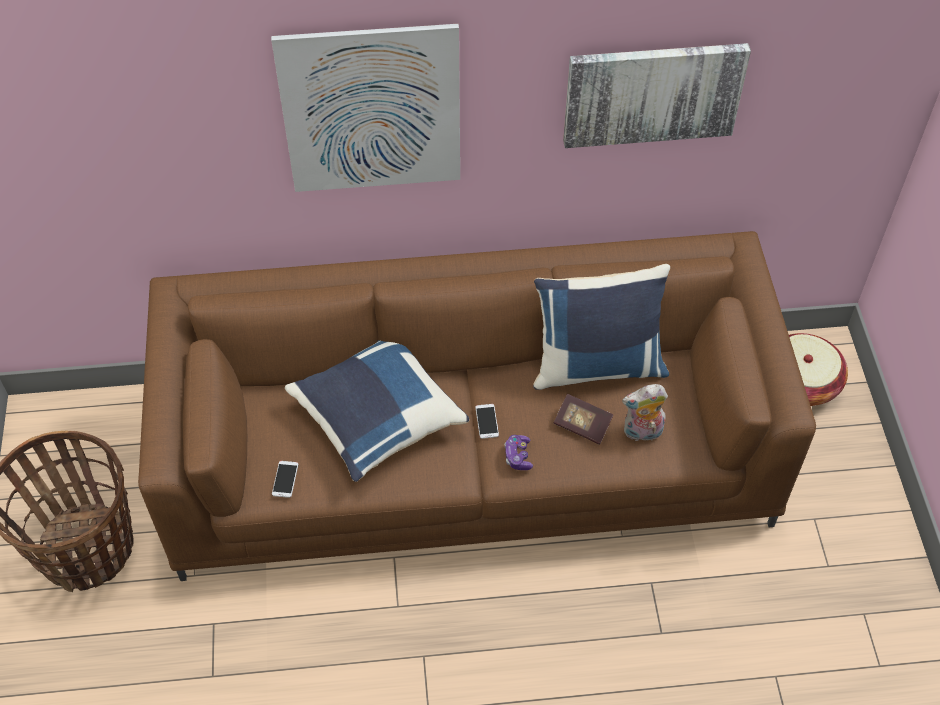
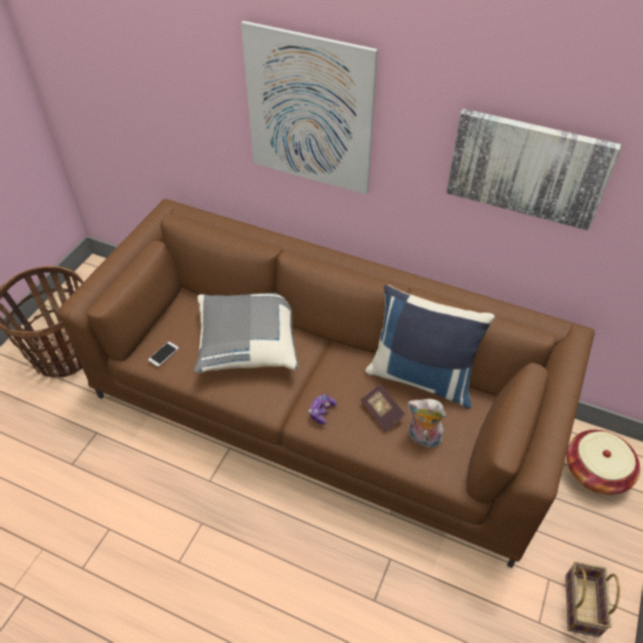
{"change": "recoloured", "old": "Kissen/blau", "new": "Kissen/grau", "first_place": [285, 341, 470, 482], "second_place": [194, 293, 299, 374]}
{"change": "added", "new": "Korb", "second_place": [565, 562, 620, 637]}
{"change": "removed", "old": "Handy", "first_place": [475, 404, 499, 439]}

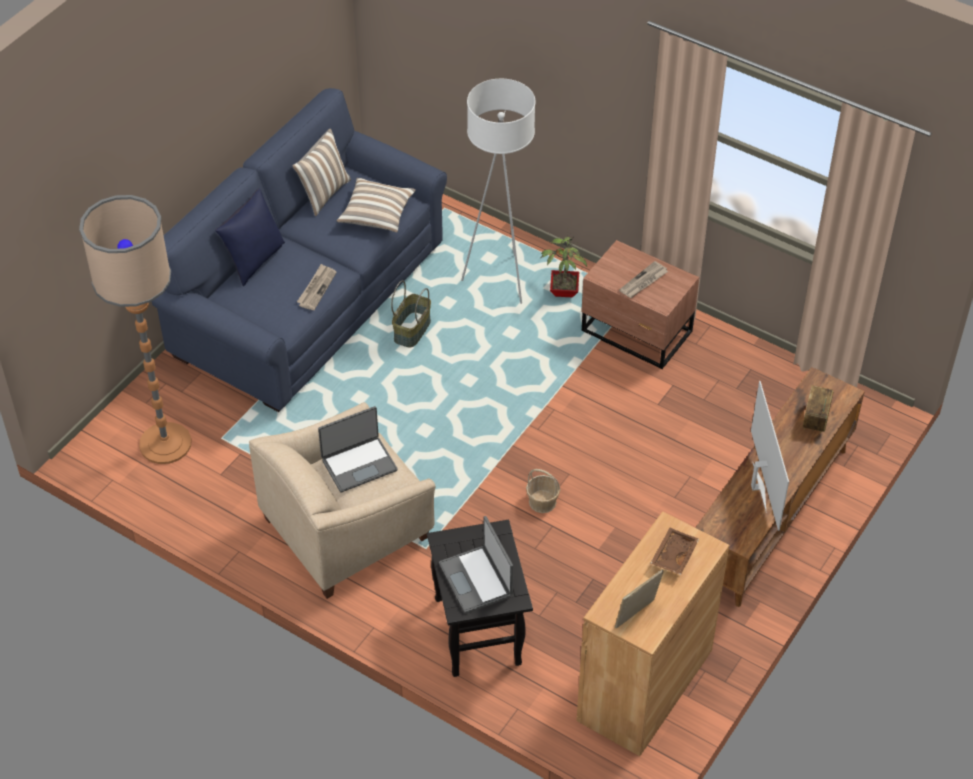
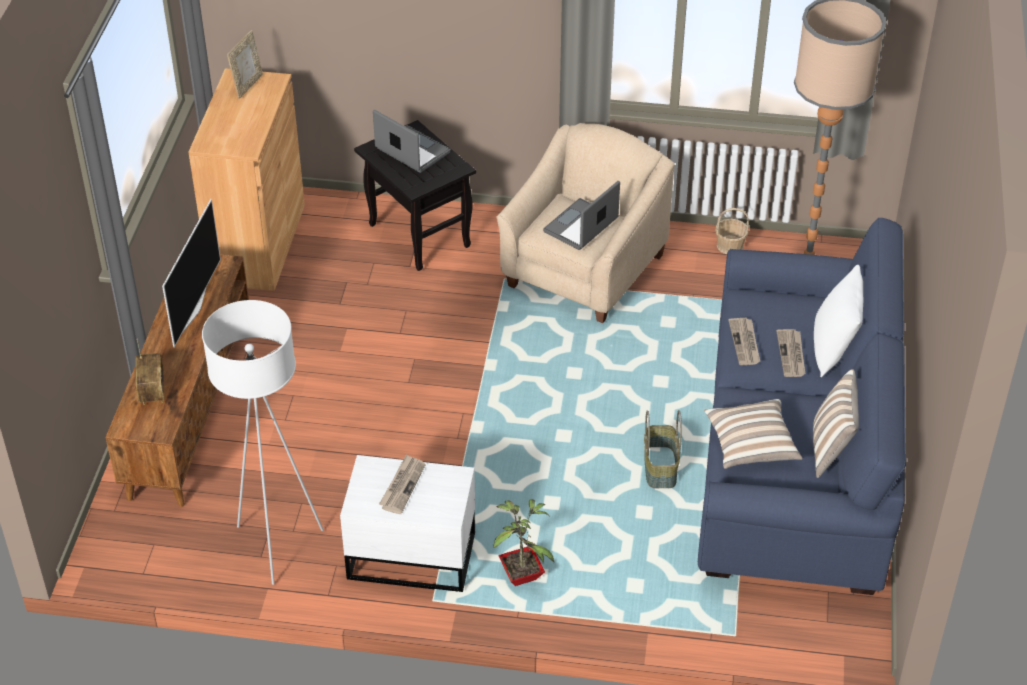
{"change": "turned", "old": "Fernseher", "first_place": [751, 381, 789, 531], "second_place": [162, 199, 221, 347], "degrees": -135}
{"change": "moved", "old": "Stehlampe/weiß", "first_place": [461, 79, 536, 304], "second_place": [202, 300, 324, 585]}
{"change": "recoloured", "old": "Nachttisch/braun", "new": "Nachttisch/weiß", "first_place": [581, 240, 699, 369], "second_place": [340, 455, 475, 592]}
{"change": "moved", "old": "Korb", "first_place": [526, 469, 560, 513], "second_place": [715, 208, 749, 254]}
{"change": "added", "new": "Zeitung", "second_place": [776, 329, 806, 377]}
{"change": "recoloured", "old": "Kissen/blau", "new": "Kissen/weiß", "first_place": [215, 188, 285, 286], "second_place": [814, 265, 863, 377]}
{"change": "removed", "old": "Tablett/braun", "first_place": [650, 528, 699, 575]}

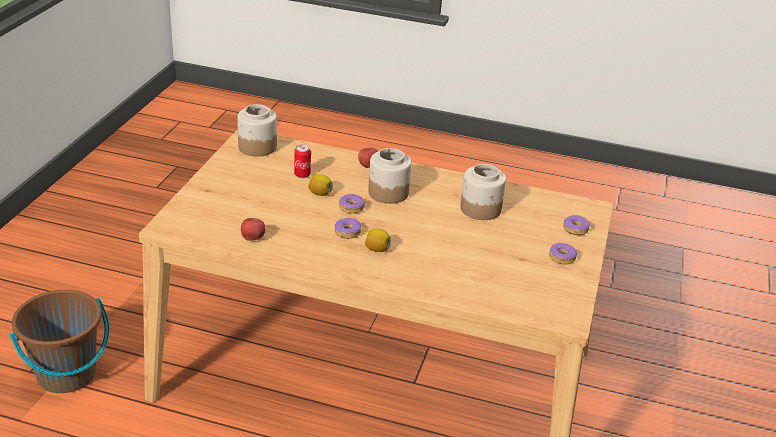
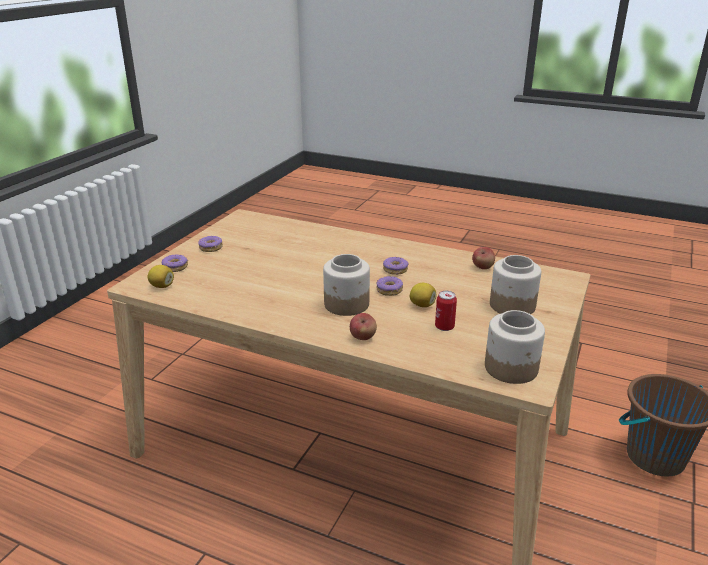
{"change": "moved", "old": "Zitrone", "first_place": [365, 228, 391, 252], "second_place": [147, 265, 174, 288]}
{"change": "moved", "old": "Vorratsglas", "first_place": [460, 164, 506, 220], "second_place": [490, 255, 541, 314]}

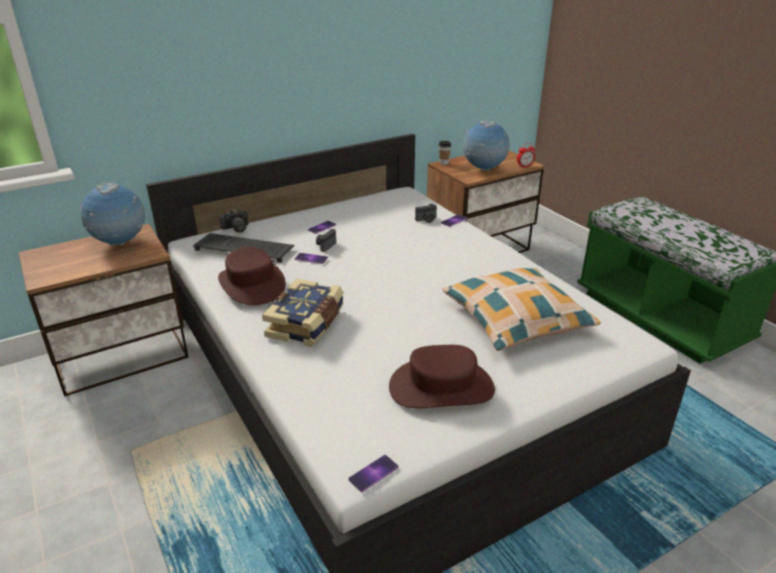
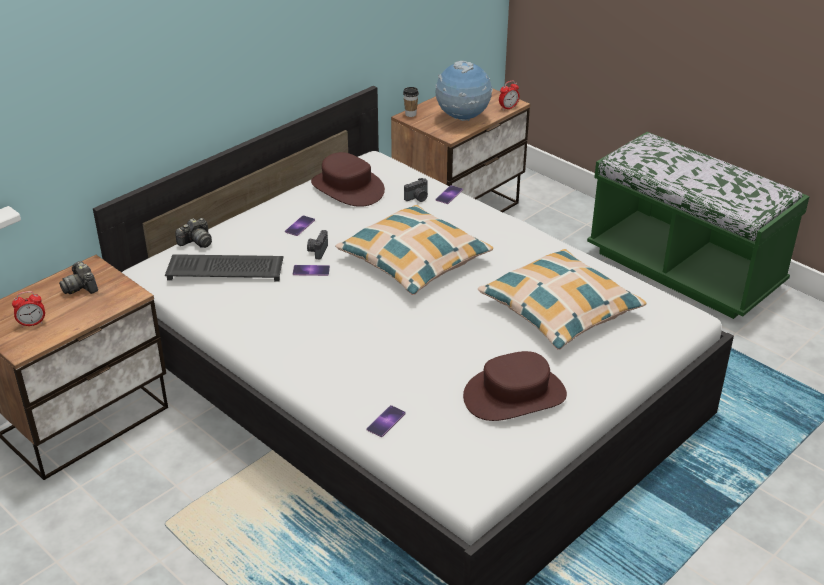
{"change": "added", "new": "Wecker", "second_place": [12, 291, 45, 328]}
{"change": "replaced", "old": "Globus", "new": "Kamera", "first_place": [80, 183, 145, 246], "second_place": [59, 261, 98, 294]}
{"change": "moved", "old": "Hut/braun", "first_place": [218, 247, 286, 305], "second_place": [311, 152, 385, 207]}
{"change": "added", "new": "Kissen", "second_place": [335, 205, 493, 295]}
{"change": "moved", "old": "Handy", "first_place": [348, 455, 399, 492], "second_place": [367, 405, 406, 437]}
{"change": "removed", "old": "Buch", "first_place": [262, 278, 344, 347]}

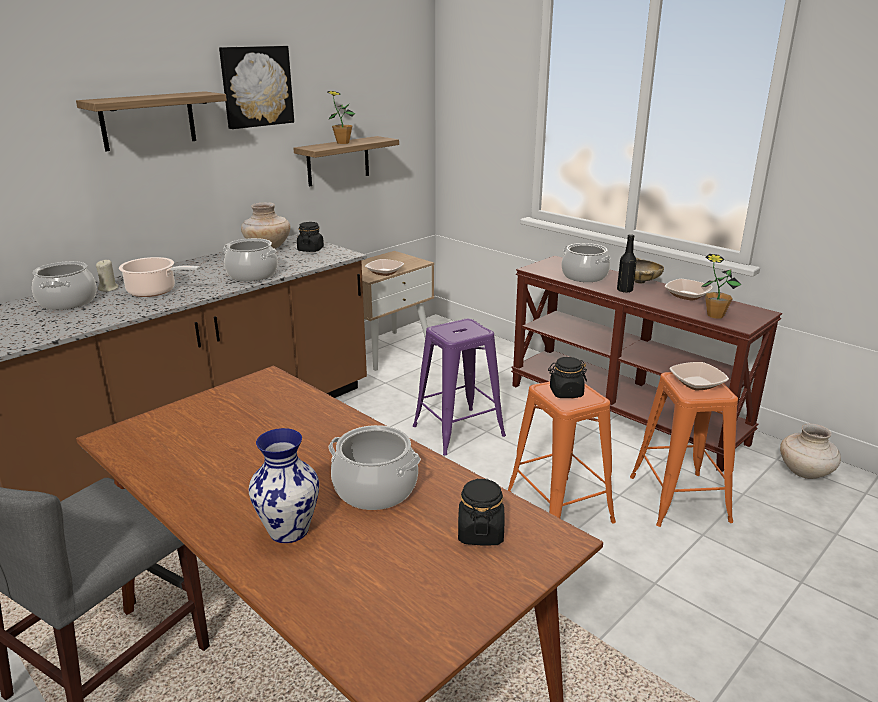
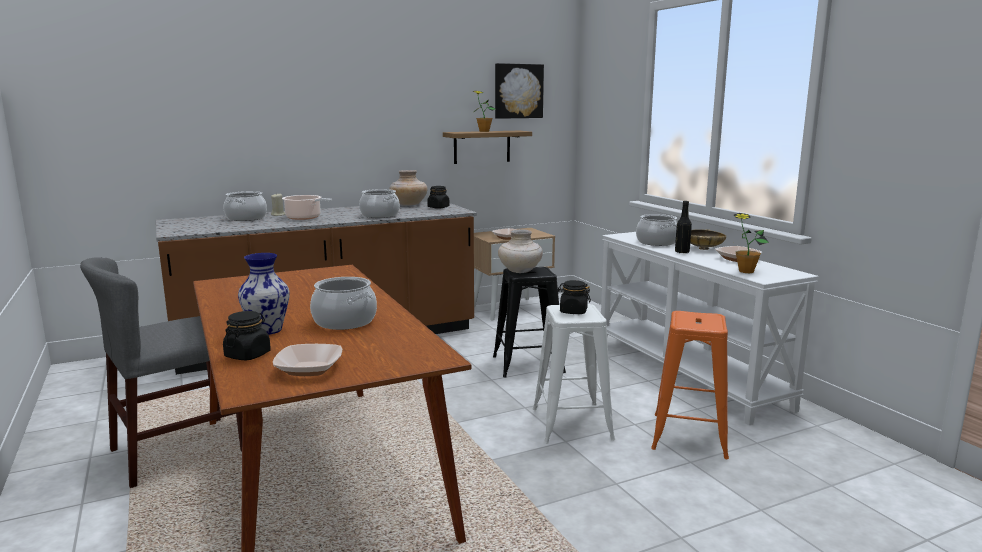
{"change": "moved", "old": "Vorratsglas/schwarz", "first_place": [458, 478, 504, 546], "second_place": [223, 311, 271, 360]}
{"change": "moved", "old": "Schüssel", "first_place": [670, 362, 729, 390], "second_place": [273, 344, 342, 376]}
{"change": "recoloured", "old": "Hocker/lila", "new": "Hocker/schwarz", "first_place": [413, 319, 506, 455], "second_place": [493, 267, 566, 377]}
{"change": "moved", "old": "Bild", "first_place": [219, 46, 294, 129], "second_place": [495, 63, 544, 119]}
{"change": "moved", "old": "Vase/beige", "first_place": [780, 424, 841, 479], "second_place": [498, 229, 543, 273]}
{"change": "recoloured", "old": "Hocker/orange", "new": "Hocker/weiß", "first_place": [508, 381, 616, 524], "second_place": [533, 304, 615, 444]}
{"change": "recoloured", "old": "Konsolentisch/braun", "new": "Konsolentisch/weiß", "first_place": [511, 256, 782, 472], "second_place": [601, 232, 819, 425]}
{"change": "removed", "old": "Wandregal", "first_place": [76, 91, 227, 151]}

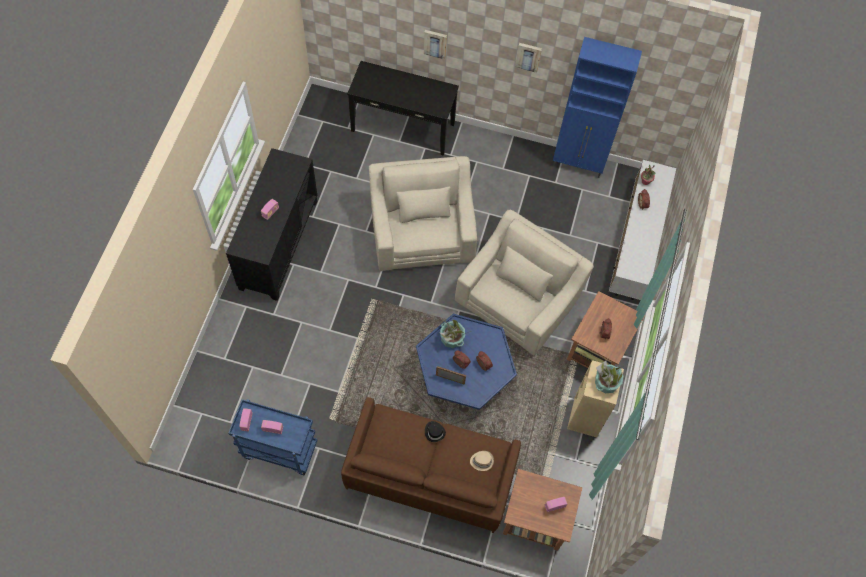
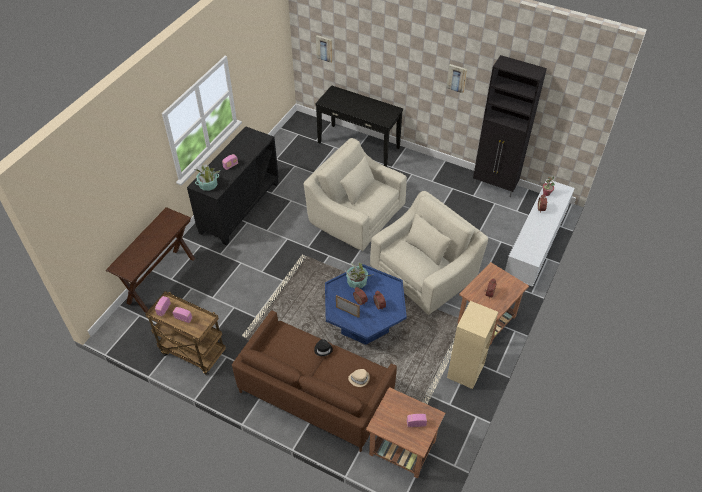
{"change": "added", "new": "Konsolentisch/braun", "second_place": [106, 207, 195, 313]}
{"change": "recoloured", "old": "Rollwagen/blau", "new": "Rollwagen/braun", "first_place": [228, 399, 317, 475], "second_place": [145, 291, 226, 376]}
{"change": "moved", "old": "Topfpflanze", "first_place": [595, 361, 623, 393], "second_place": [195, 164, 220, 191]}
{"change": "turned", "old": "Sessel/beige", "first_place": [369, 156, 477, 271], "second_place": [304, 138, 407, 251], "degrees": -60}
{"change": "moved", "old": "Bild", "first_place": [424, 30, 447, 60], "second_place": [316, 35, 333, 63]}
{"change": "recoloured", "old": "Schrank/blau", "new": "Schrank/schwarz", "first_place": [553, 37, 642, 178], "second_place": [473, 55, 547, 197]}

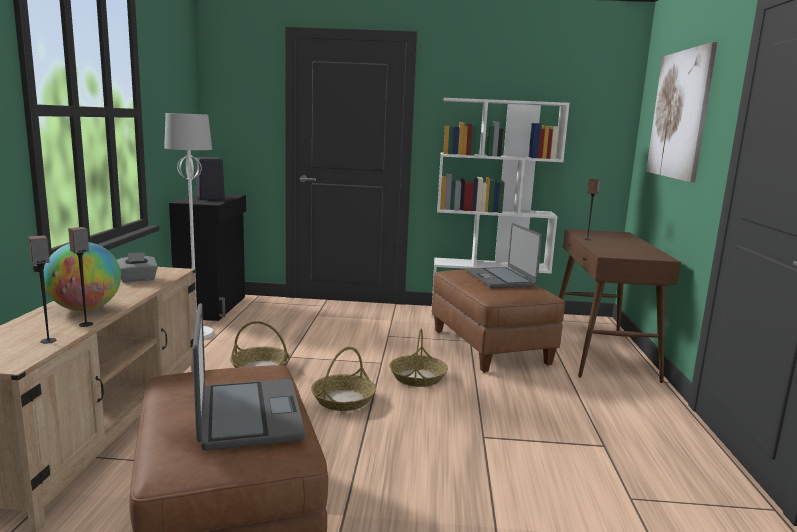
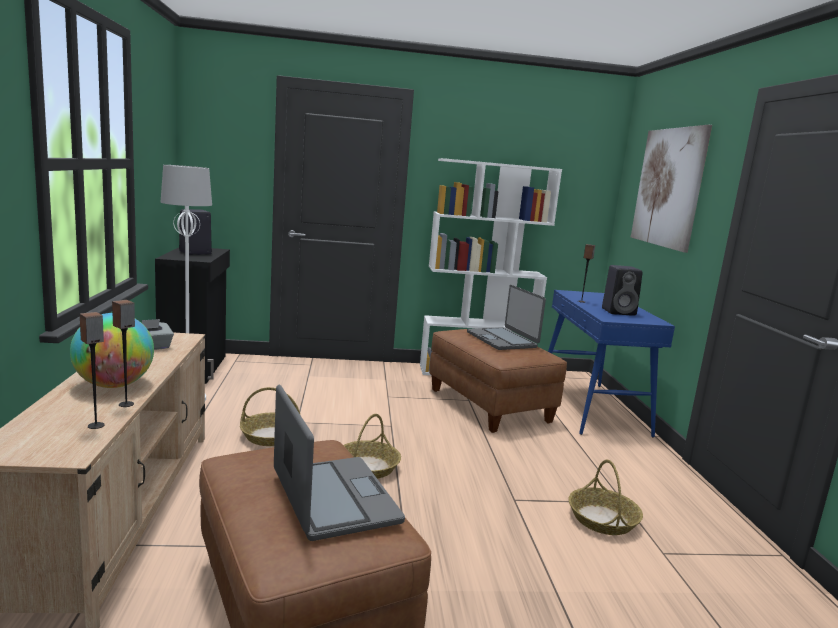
{"change": "recoloured", "old": "Konsolentisch/braun", "new": "Konsolentisch/blau", "first_place": [559, 229, 681, 383], "second_place": [548, 290, 675, 438]}
{"change": "moved", "old": "Korb", "first_place": [389, 329, 448, 387], "second_place": [568, 460, 643, 535]}
{"change": "added", "new": "Lautsprecher/schwarz", "second_place": [602, 265, 642, 316]}

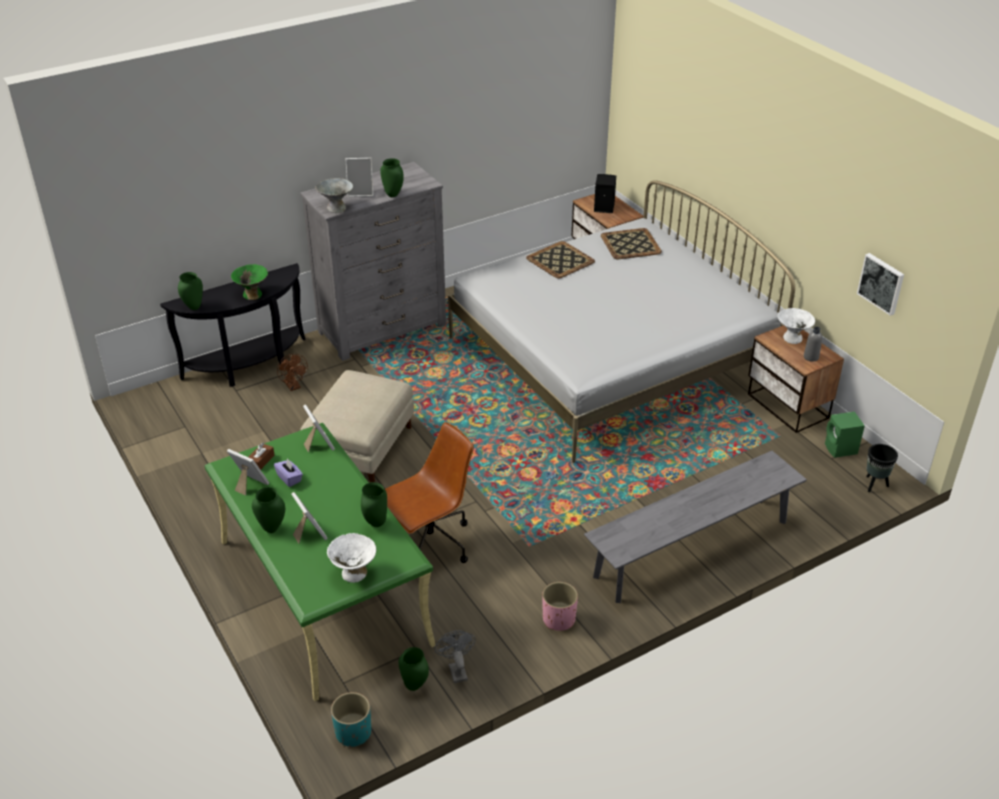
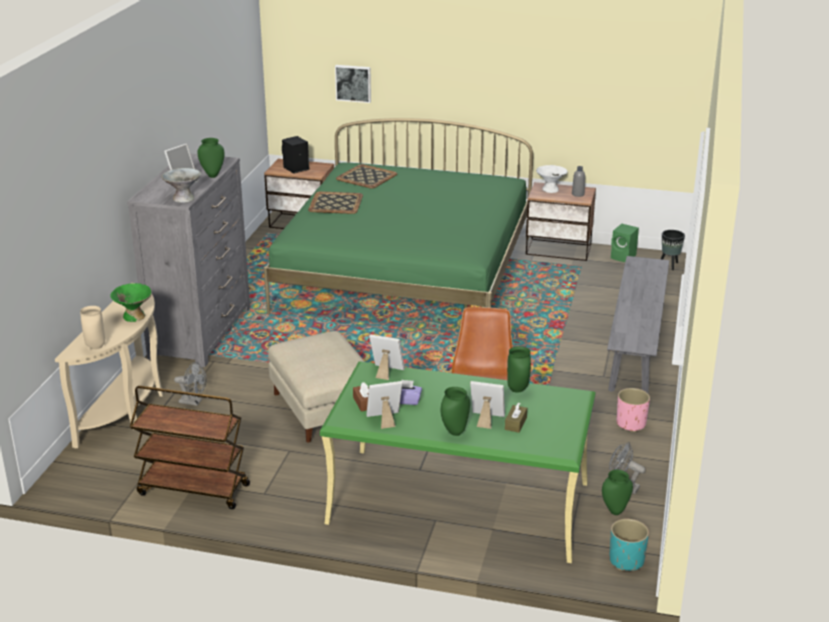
{"change": "recoloured", "old": "Konsolentisch/schwarz", "new": "Konsolentisch/beige", "first_place": [160, 263, 306, 387], "second_place": [55, 283, 163, 449]}
{"change": "recoloured", "old": "Vase/grün", "new": "Vase/beige", "first_place": [178, 272, 203, 310], "second_place": [80, 306, 105, 349]}
{"change": "added", "new": "Rollwagen/braun", "second_place": [130, 386, 250, 509]}
{"change": "recoloured", "old": "Ventilator/braun", "new": "Ventilator/grau", "first_place": [277, 354, 308, 391], "second_place": [174, 362, 206, 406]}
{"change": "recoloured", "old": "Bett/weiß", "new": "Bett/grün", "first_place": [448, 180, 795, 463], "second_place": [264, 118, 533, 314]}
{"change": "moved", "old": "Bild", "first_place": [857, 253, 904, 316], "second_place": [335, 65, 371, 103]}
{"change": "added", "new": "Taschentuchbox/braun", "second_place": [505, 403, 527, 433]}
{"change": "removed", "old": "Schüssel/weiß", "first_place": [327, 533, 377, 583]}

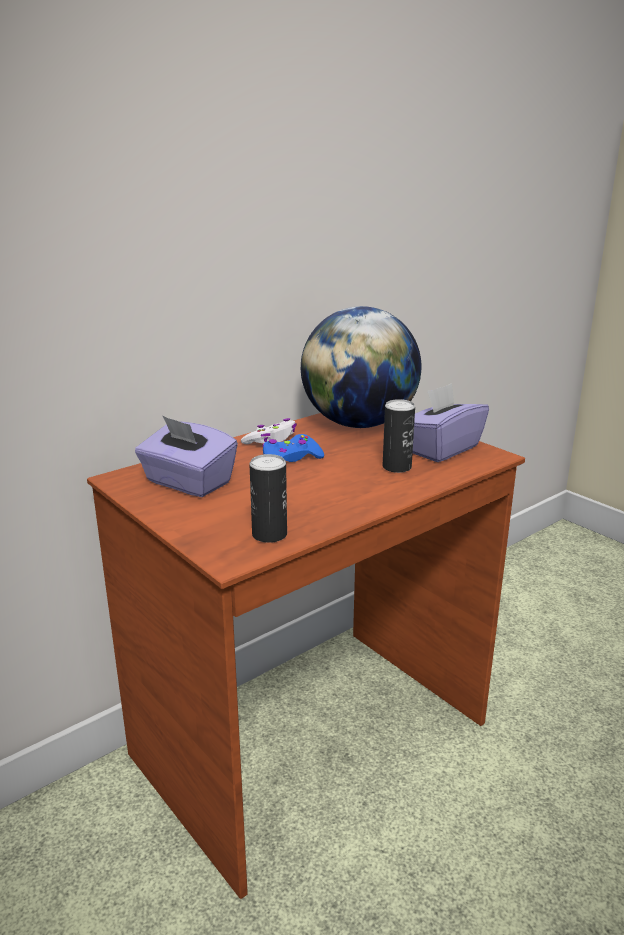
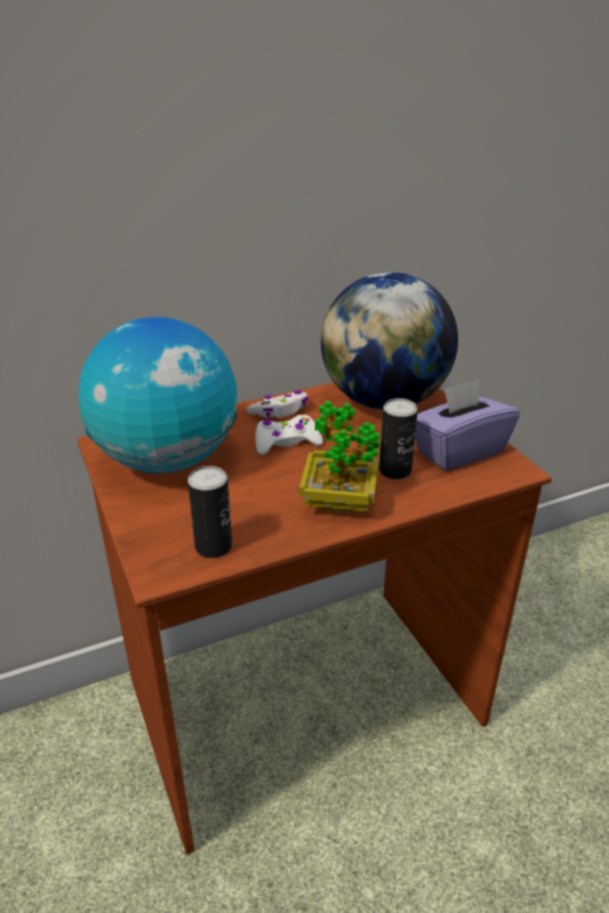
{"change": "replaced", "old": "Taschentuchbox/lila", "new": "Globus", "first_place": [135, 415, 238, 497], "second_place": [79, 317, 237, 474]}
{"change": "recoloured", "old": "Gamepad/blau", "new": "Gamepad/weiß", "first_place": [262, 434, 324, 462], "second_place": [255, 415, 323, 455]}
{"change": "added", "new": "Topfpflanze", "second_place": [299, 401, 380, 512]}

